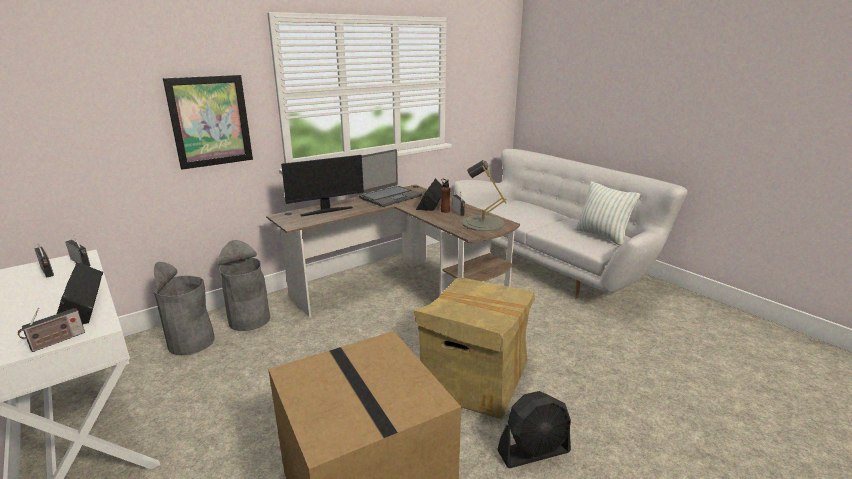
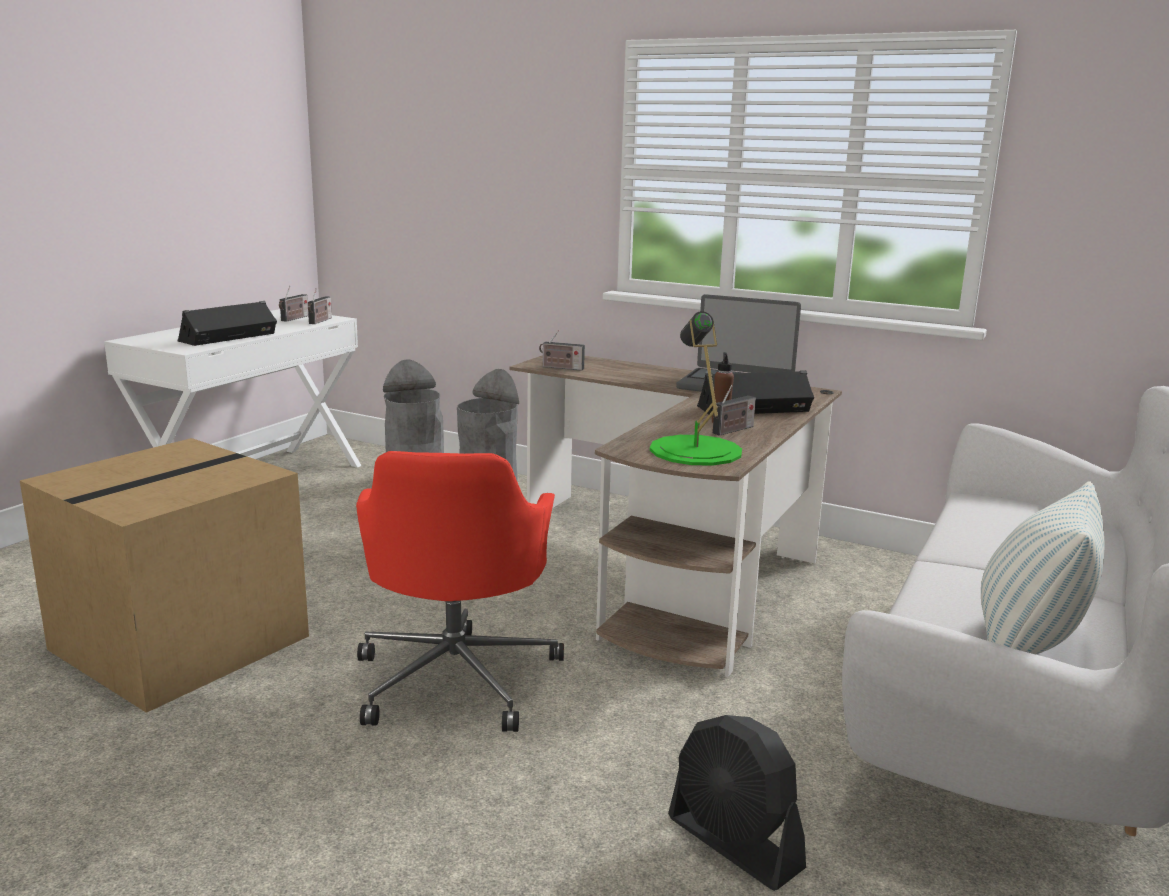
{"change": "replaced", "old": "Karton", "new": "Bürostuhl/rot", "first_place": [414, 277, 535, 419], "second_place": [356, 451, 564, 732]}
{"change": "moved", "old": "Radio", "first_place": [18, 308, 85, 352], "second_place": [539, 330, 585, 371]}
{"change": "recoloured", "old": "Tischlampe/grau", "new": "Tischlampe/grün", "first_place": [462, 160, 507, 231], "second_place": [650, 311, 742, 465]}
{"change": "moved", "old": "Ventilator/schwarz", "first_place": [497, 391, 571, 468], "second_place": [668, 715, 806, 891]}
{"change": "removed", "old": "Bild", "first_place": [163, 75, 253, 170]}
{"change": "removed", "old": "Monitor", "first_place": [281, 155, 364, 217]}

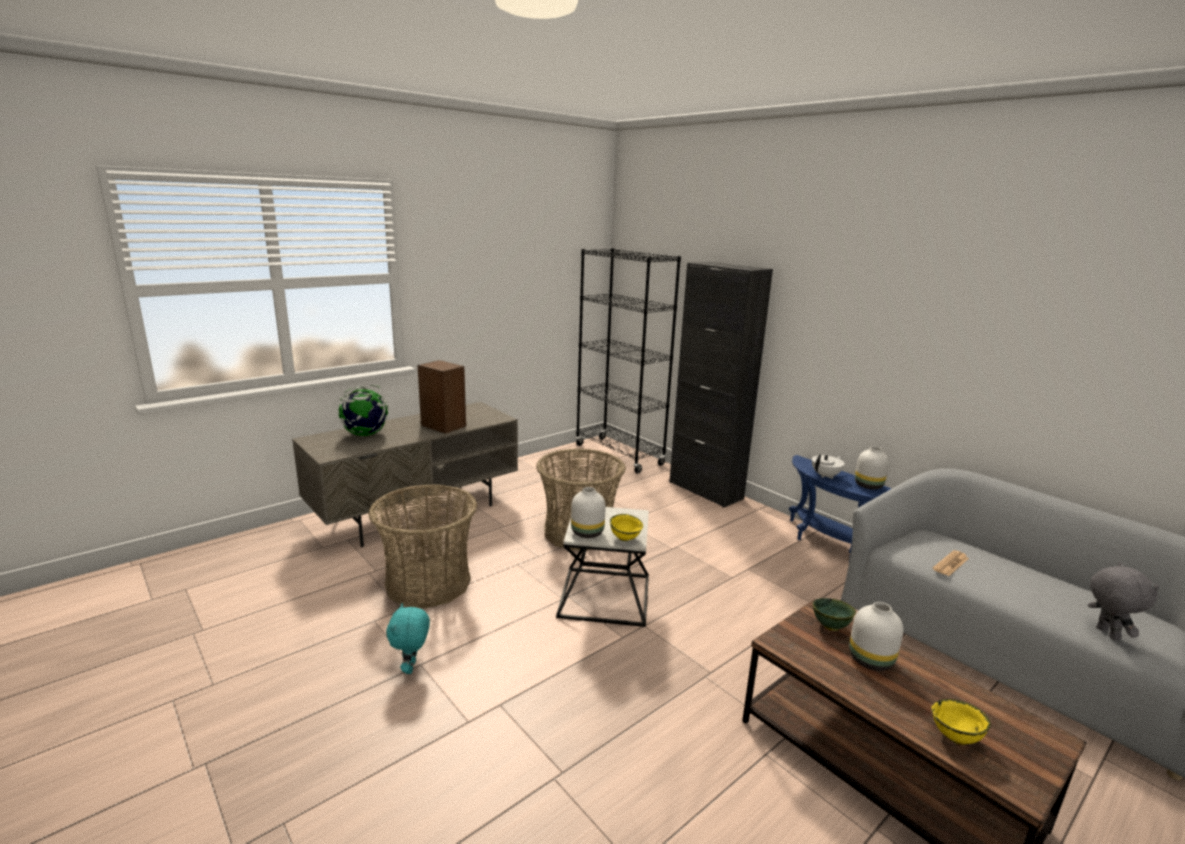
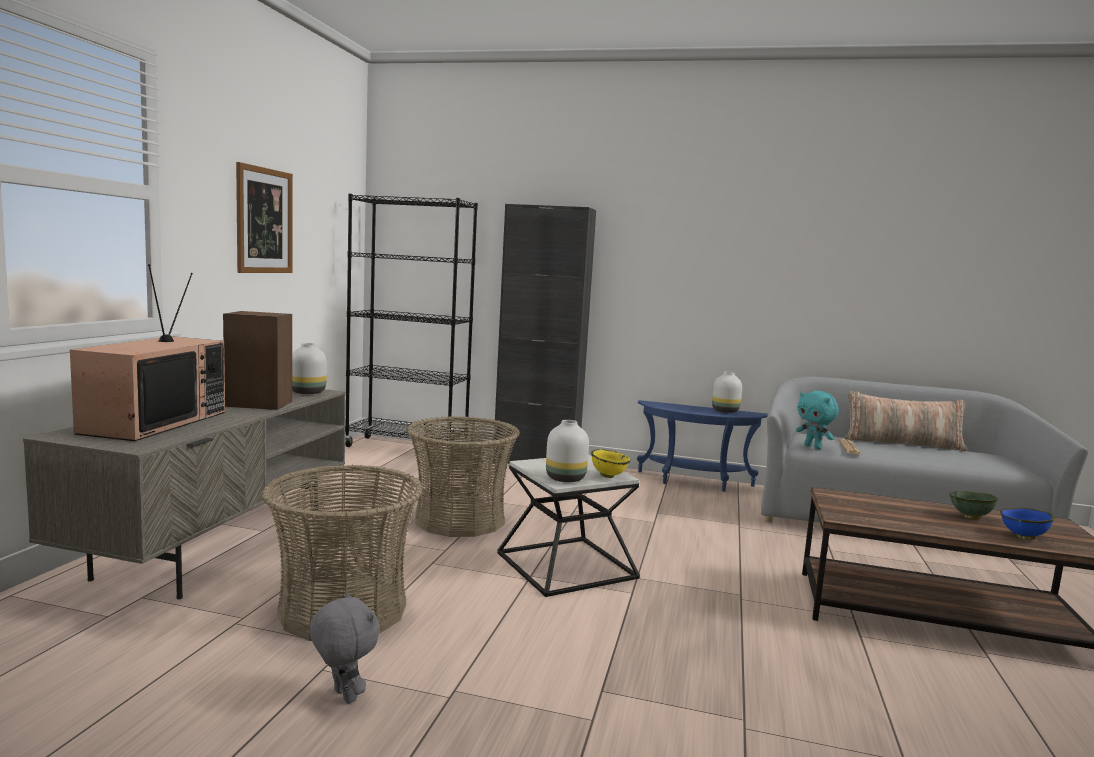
{"change": "replaced", "old": "Globus", "new": "Fernseher", "first_place": [338, 384, 388, 436], "second_place": [70, 264, 225, 441]}
{"change": "added", "new": "Bild", "second_place": [236, 162, 293, 273]}
{"change": "moved", "old": "Vase/weiß", "first_place": [849, 602, 903, 671], "second_place": [292, 343, 327, 394]}
{"change": "moved", "old": "Plüschtier/grau", "first_place": [1088, 562, 1159, 641], "second_place": [310, 592, 380, 704]}
{"change": "moved", "old": "Plüschtier/türkis", "first_place": [386, 603, 430, 674], "second_place": [796, 391, 839, 449]}
{"change": "added", "new": "Kissen", "second_place": [844, 391, 968, 451]}
{"change": "moved", "old": "Schüssel/grün", "first_place": [812, 598, 856, 631], "second_place": [949, 491, 998, 519]}
{"change": "recoloured", "old": "Schüssel/gelb", "new": "Schüssel/blau", "first_place": [931, 699, 991, 745], "second_place": [1000, 508, 1055, 540]}
{"change": "removed", "old": "Teekanne/weiß", "first_place": [812, 454, 844, 479]}

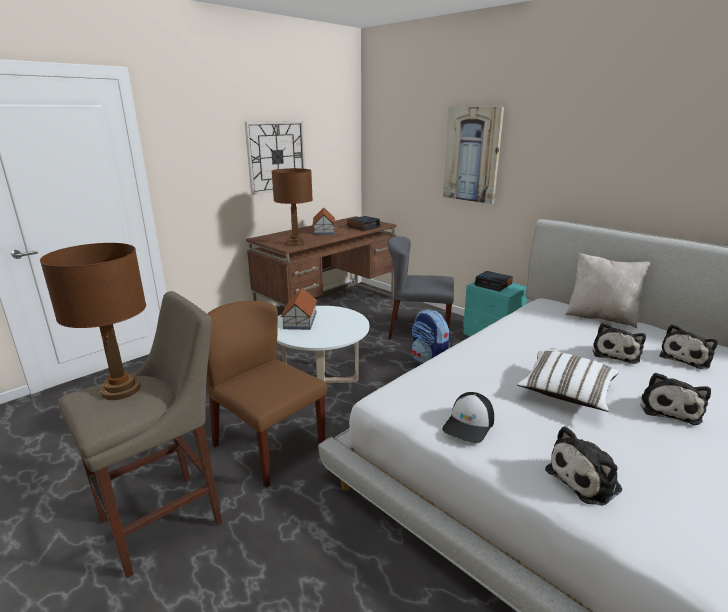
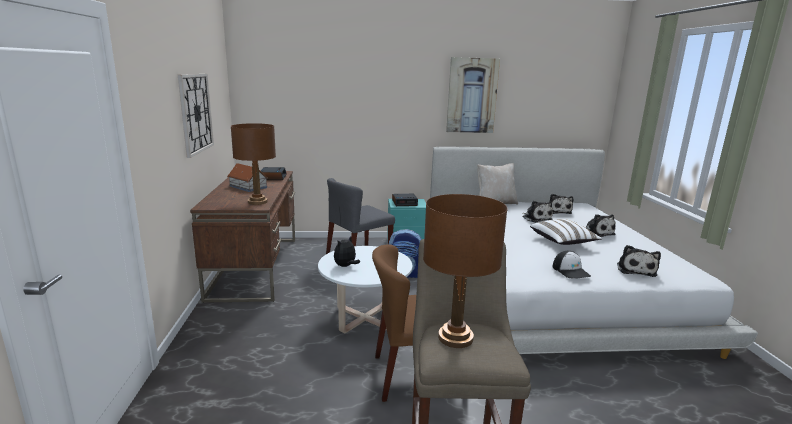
{"change": "replaced", "old": "Spielzeughaus", "new": "Plüschtier", "first_place": [280, 288, 317, 330], "second_place": [334, 236, 360, 267]}
{"change": "moved", "old": "Bild", "first_place": [443, 107, 504, 204], "second_place": [446, 57, 500, 133]}

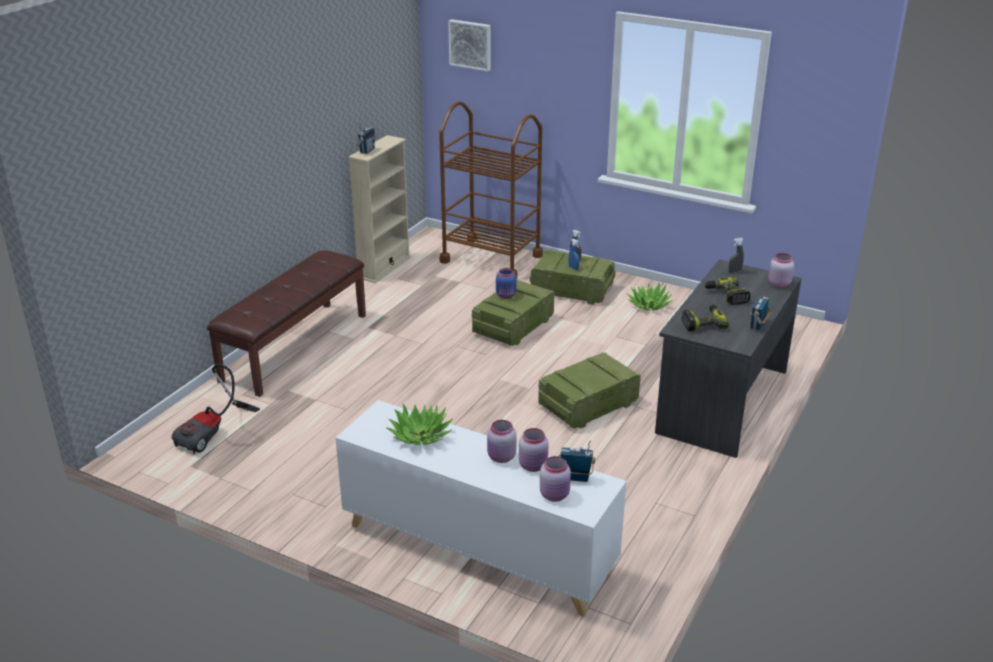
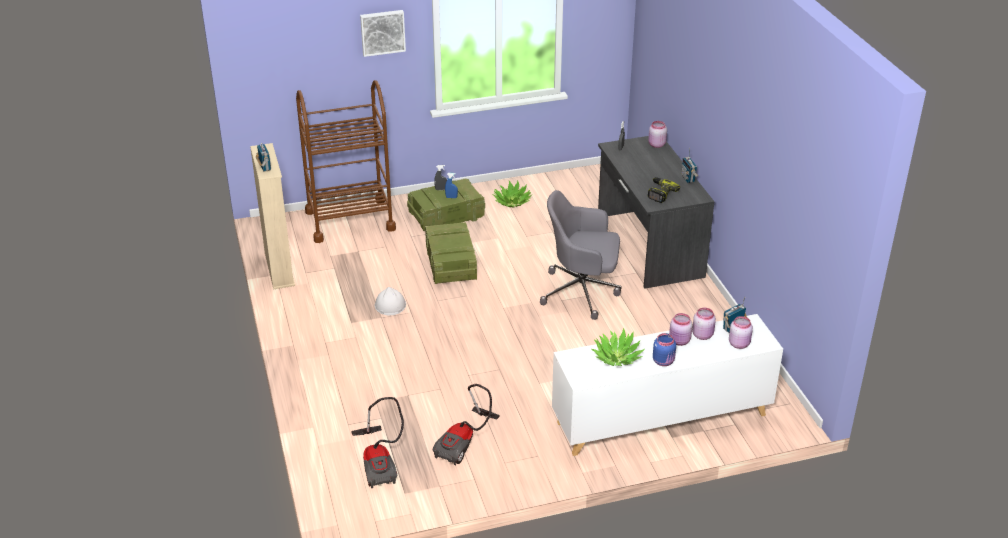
{"change": "moved", "old": "Bild", "first_place": [448, 19, 491, 71], "second_place": [360, 10, 406, 57]}
{"change": "added", "new": "Schutzhelm/weiß", "second_place": [375, 287, 406, 316]}
{"change": "added", "new": "Staubsauger", "second_place": [433, 384, 500, 466]}
{"change": "replaced", "old": "Kiste", "new": "Bürostuhl/grau", "first_place": [538, 352, 641, 429], "second_place": [540, 190, 622, 320]}
{"change": "moved", "old": "Vorratsglas/blau", "first_place": [496, 268, 516, 299], "second_place": [653, 333, 676, 366]}
{"change": "removed", "old": "Bank/braun", "first_place": [207, 250, 366, 397]}
{"change": "removed", "old": "Bohrmaschine", "first_place": [704, 277, 751, 305]}

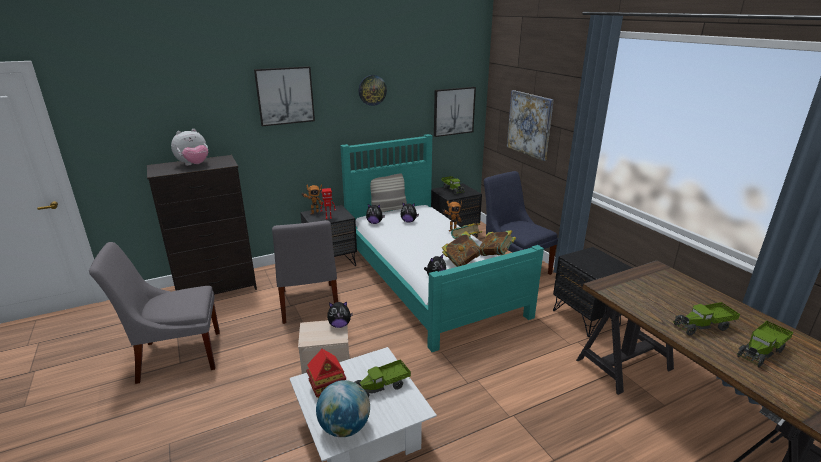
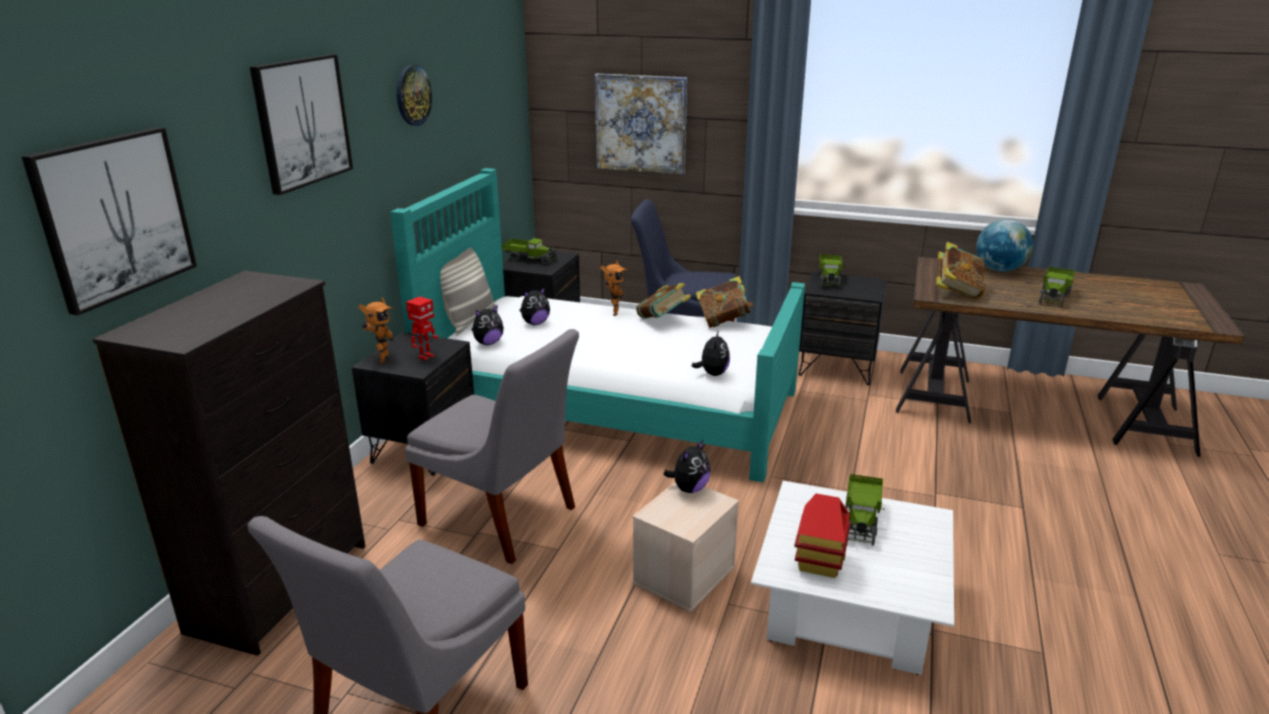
{"change": "moved", "old": "Bild", "first_place": [434, 87, 476, 137], "second_place": [22, 127, 197, 316]}
{"change": "moved", "old": "Spielzeuglaster", "first_place": [737, 321, 793, 367], "second_place": [818, 254, 845, 289]}
{"change": "moved", "old": "Buch", "first_place": [442, 231, 482, 267], "second_place": [936, 242, 985, 300]}
{"change": "moved", "old": "Globus", "first_place": [316, 380, 370, 437], "second_place": [976, 219, 1033, 272]}
{"change": "removed", "old": "Plüschtier", "first_place": [171, 129, 208, 166]}

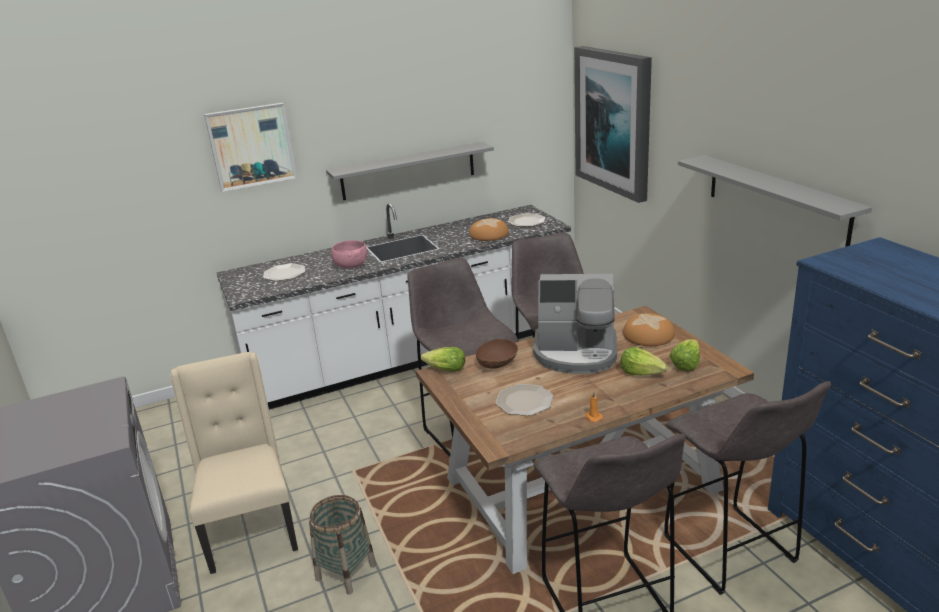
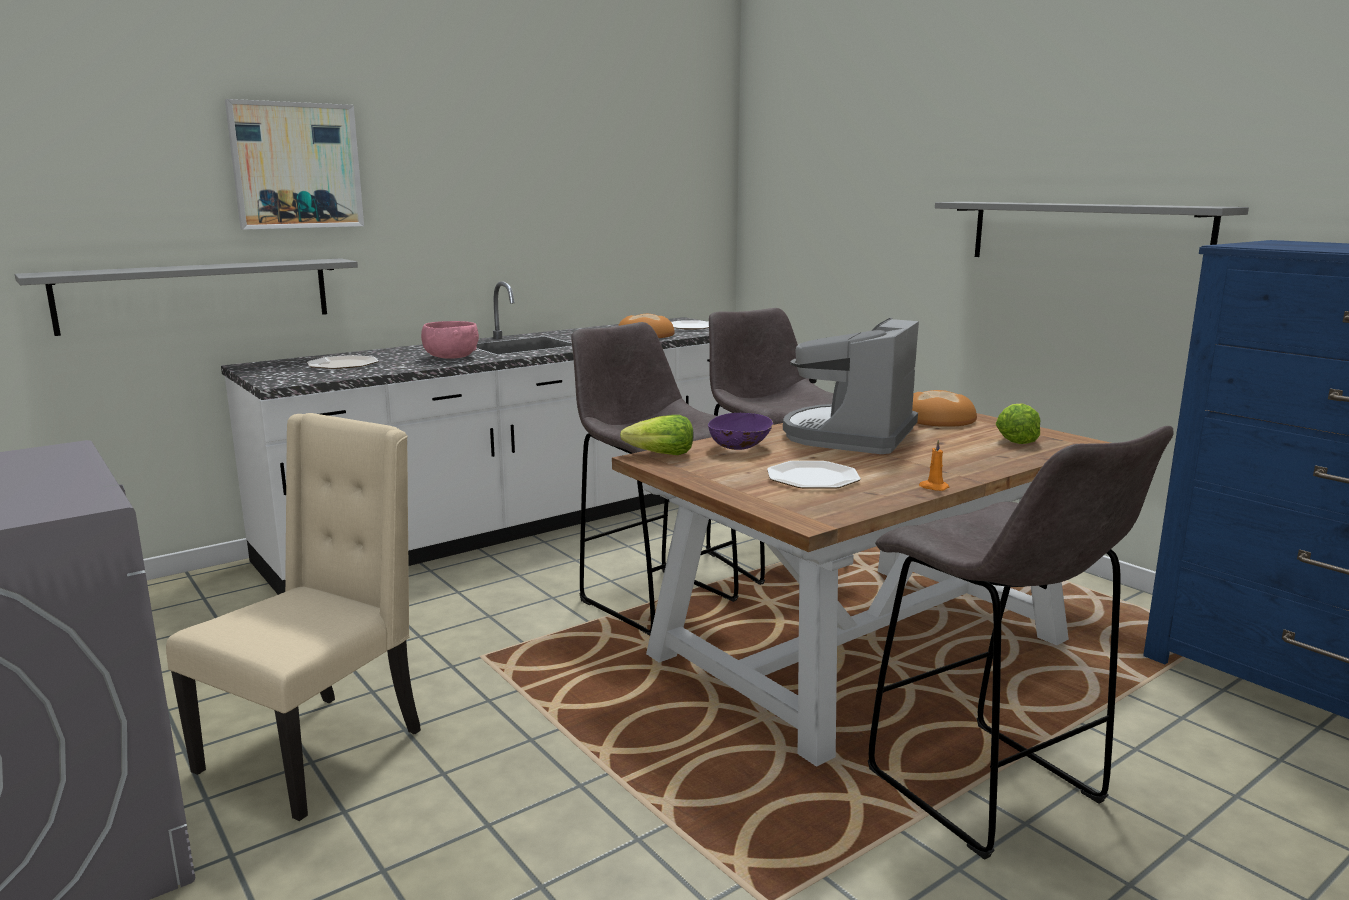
{"change": "moved", "old": "Wandregal/grau", "first_place": [326, 142, 494, 200], "second_place": [15, 259, 358, 336]}
{"change": "turned", "old": "Stuhl/beige", "first_place": [170, 352, 298, 574], "second_place": [166, 413, 421, 821], "degrees": 60}
{"change": "recoloured", "old": "Schüssel/braun", "new": "Schüssel/lila", "first_place": [475, 339, 518, 369], "second_place": [708, 413, 773, 450]}
{"change": "turned", "old": "Kaffeemaschine", "first_place": [533, 274, 617, 374], "second_place": [783, 318, 919, 454], "degrees": 120}
{"change": "removed", "old": "Korb", "first_place": [309, 495, 376, 595]}
{"change": "removed", "old": "Bild", "first_place": [574, 46, 652, 203]}
{"change": "removed", "old": "Salatkopf", "first_place": [620, 347, 668, 376]}
{"change": "removed", "old": "Hocker/grau", "first_place": [664, 381, 831, 595]}

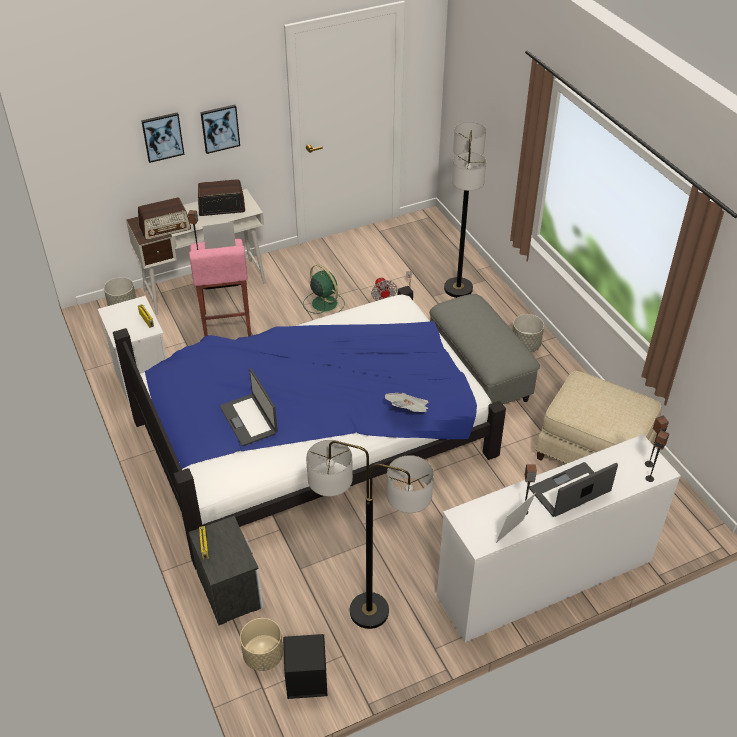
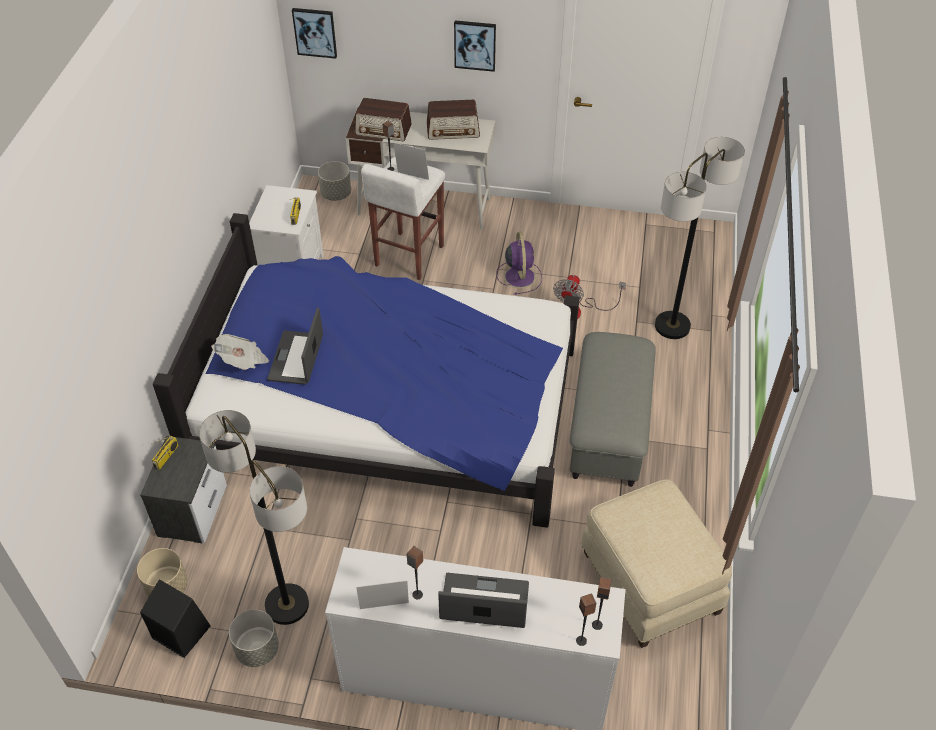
{"change": "moved", "old": "Zeitung", "first_place": [385, 393, 429, 412], "second_place": [211, 334, 269, 370]}
{"change": "moved", "old": "Pflanzkübel/grau", "first_place": [512, 314, 544, 352], "second_place": [229, 610, 279, 667]}
{"change": "moved", "old": "Bild", "first_place": [141, 113, 184, 163], "second_place": [292, 8, 337, 59]}
{"change": "recoloured", "old": "Hocker/rosa", "new": "Hocker/weiß", "first_place": [189, 239, 251, 336], "second_place": [361, 157, 445, 280]}
{"change": "turned", "old": "Radio", "first_place": [198, 179, 245, 216], "second_place": [427, 100, 480, 140], "degrees": 150}
{"change": "recoloured", "old": "Ventilator/grün", "new": "Ventilator/lila", "first_place": [303, 265, 344, 314], "second_place": [496, 232, 542, 295]}

